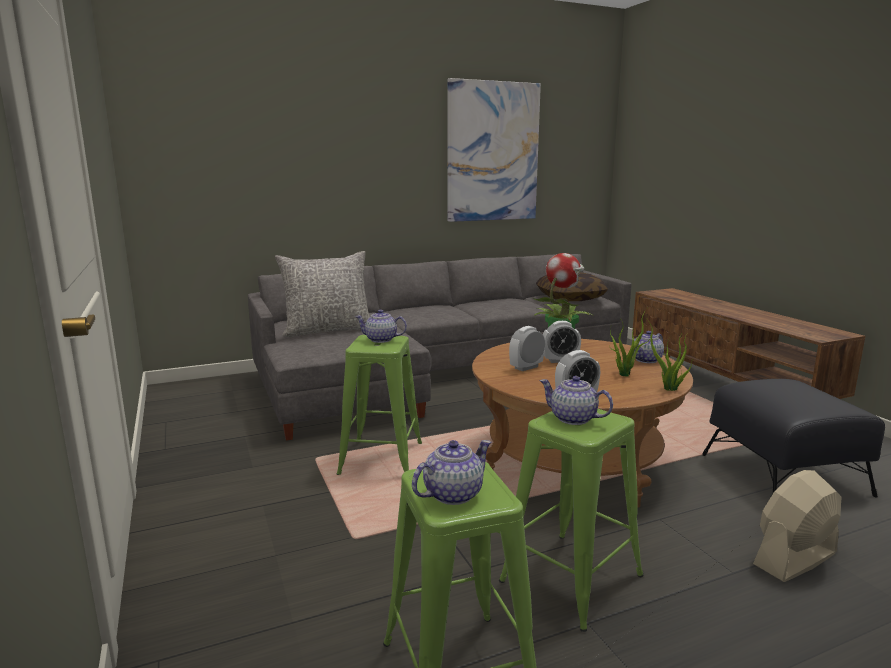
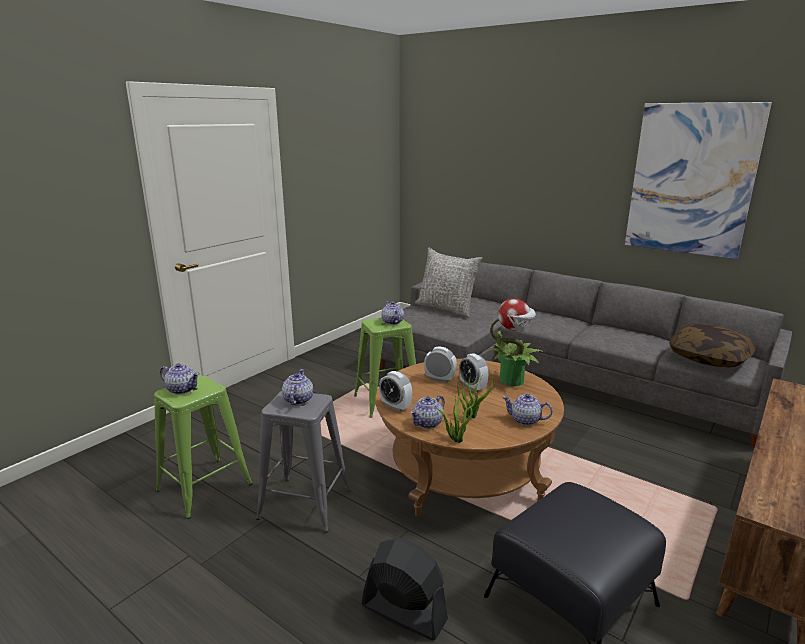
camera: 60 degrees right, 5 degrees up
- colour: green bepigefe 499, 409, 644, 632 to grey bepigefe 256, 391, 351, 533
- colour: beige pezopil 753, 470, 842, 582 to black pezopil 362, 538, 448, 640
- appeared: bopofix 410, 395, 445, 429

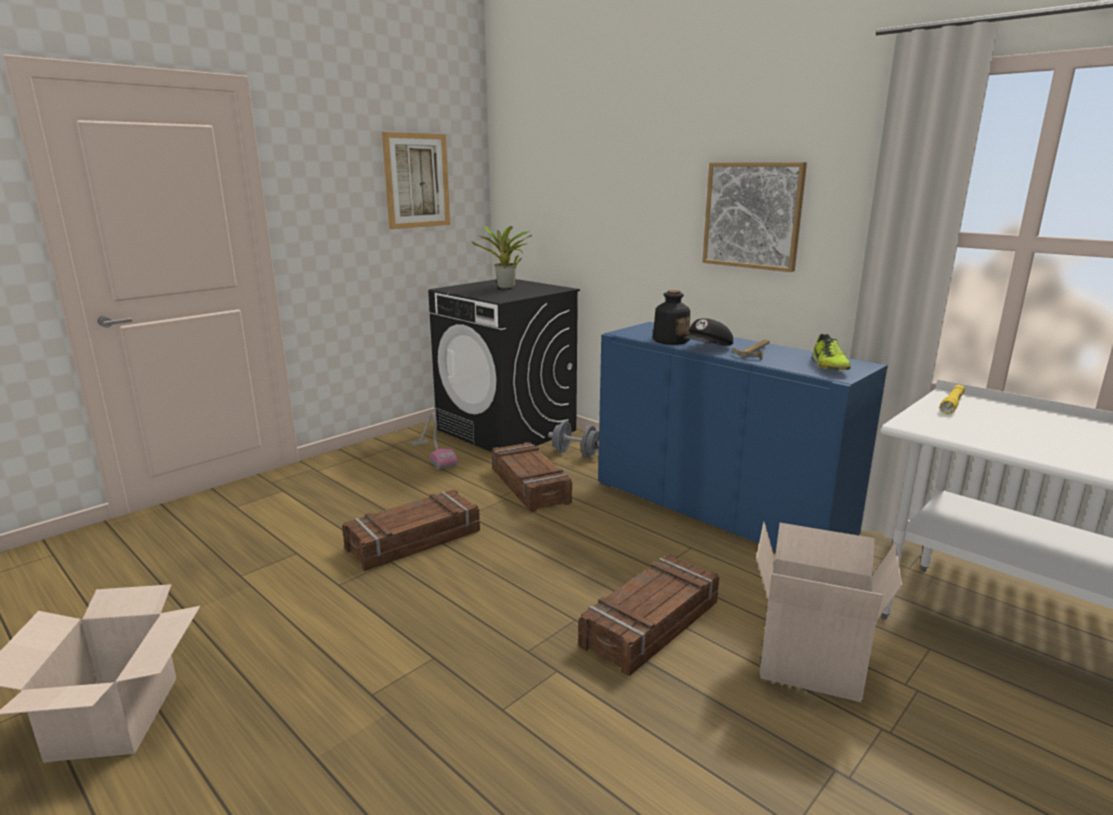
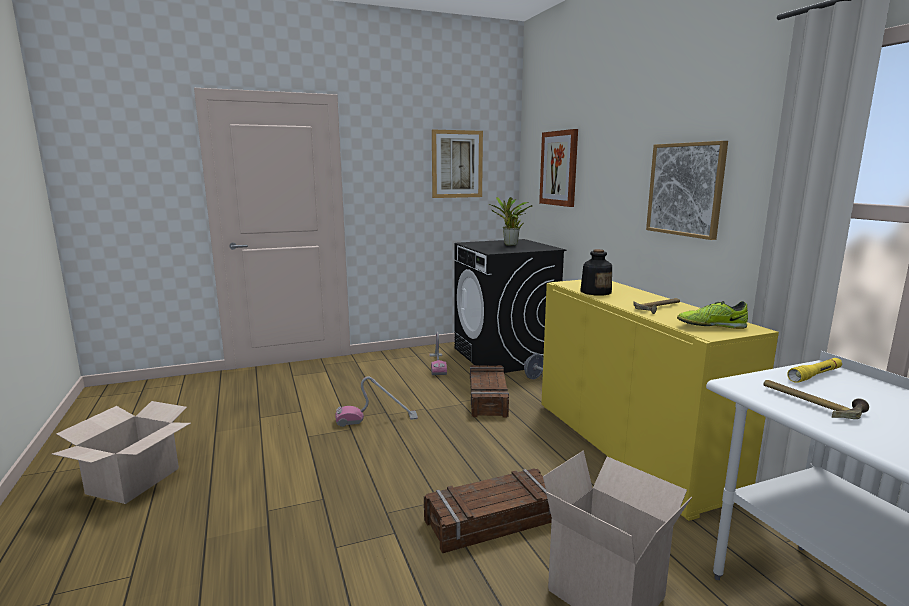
camera: 25 degrees right, 5 degrees down
- exchanged: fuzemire 342, 490, 480, 571 to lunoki 335, 376, 418, 427
- appeared: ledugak 539, 129, 578, 207
- colour: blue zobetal 598, 322, 888, 550 to yellow zobetal 541, 280, 779, 521
- spun: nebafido 812, 334, 851, 370 = 677, 301, 748, 329 60 degrees clockwise
- appeared: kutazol 764, 380, 869, 419
- missing: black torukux 684, 318, 733, 346

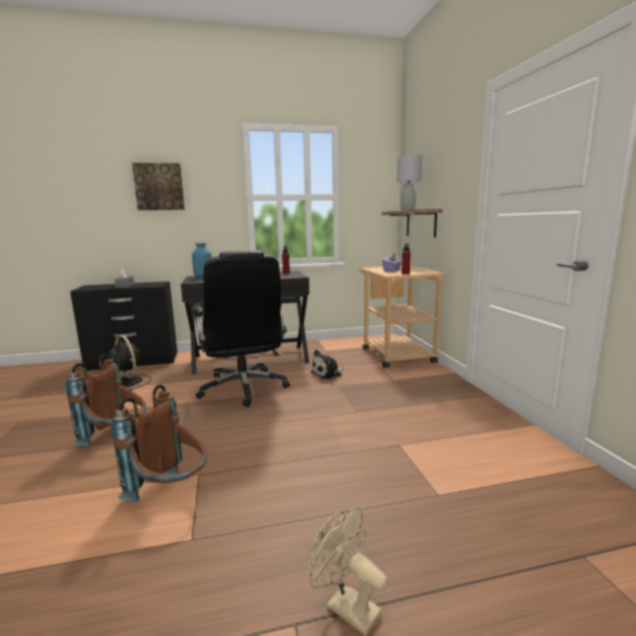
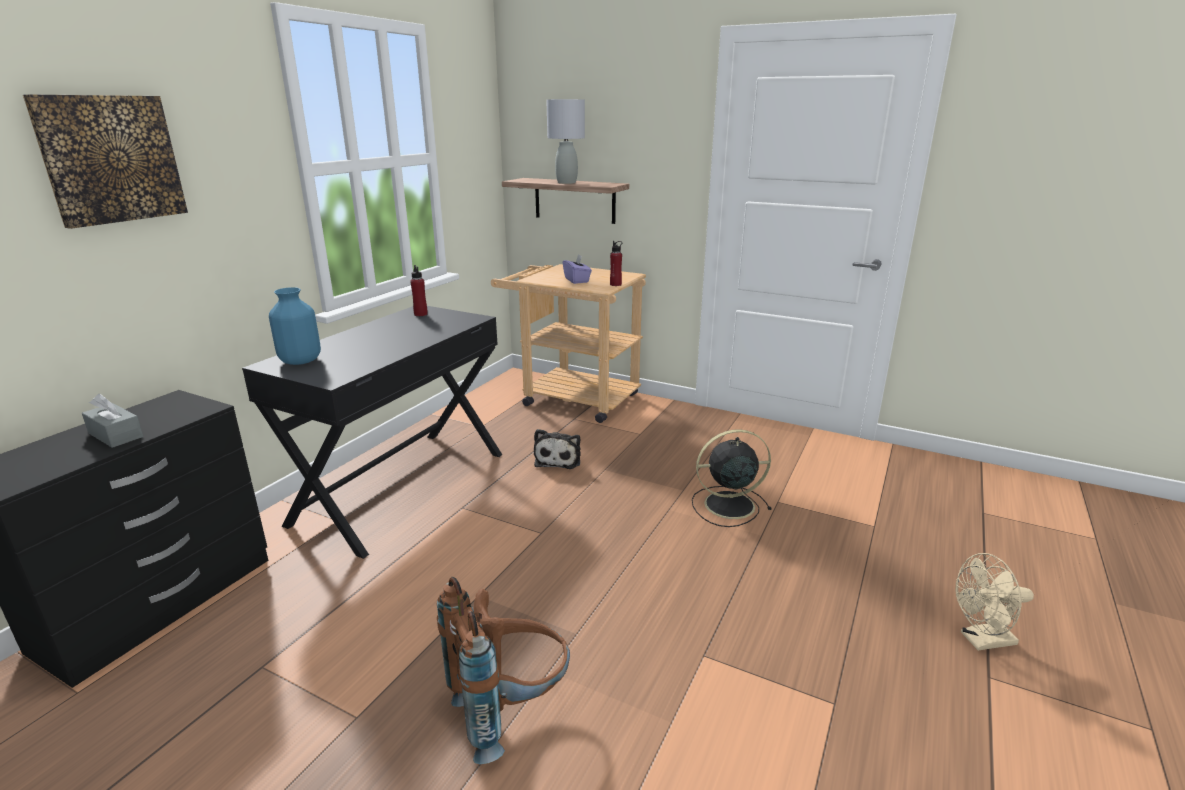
camera: 50 degrees left, 10 degrees up
- relocated: black pezopil 109, 335, 151, 390 to 692, 429, 772, 527
- missing: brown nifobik 111, 385, 207, 502
- missing: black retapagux 192, 250, 290, 407

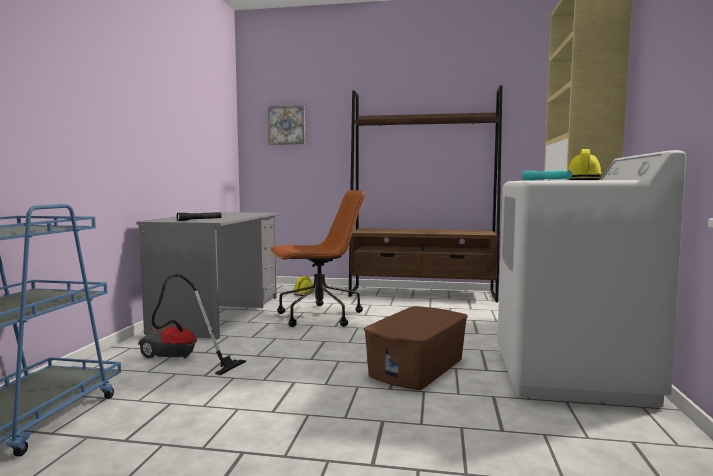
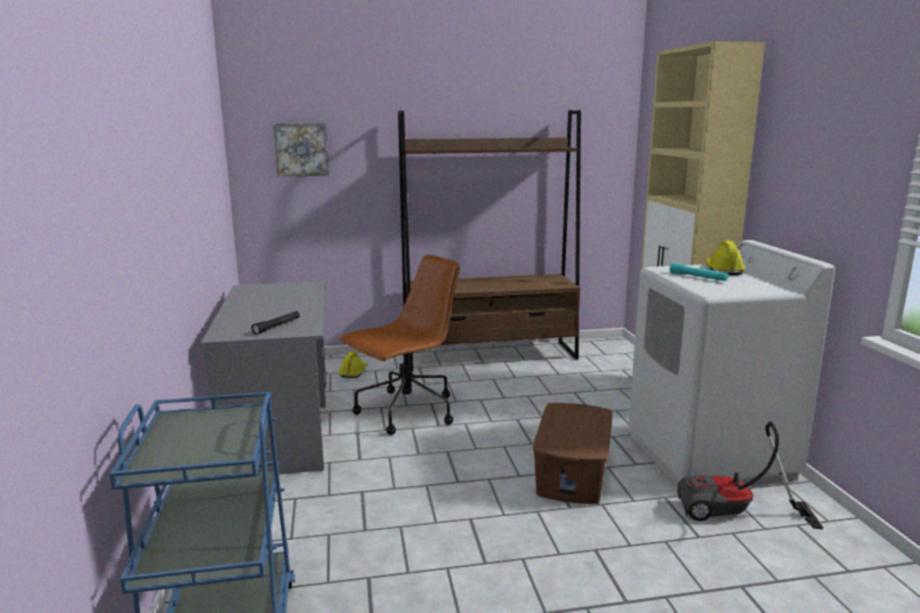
camera: 20 degrees left, 10 degrees up
- relocated: lunoki 138, 274, 246, 375 to 678, 421, 823, 529

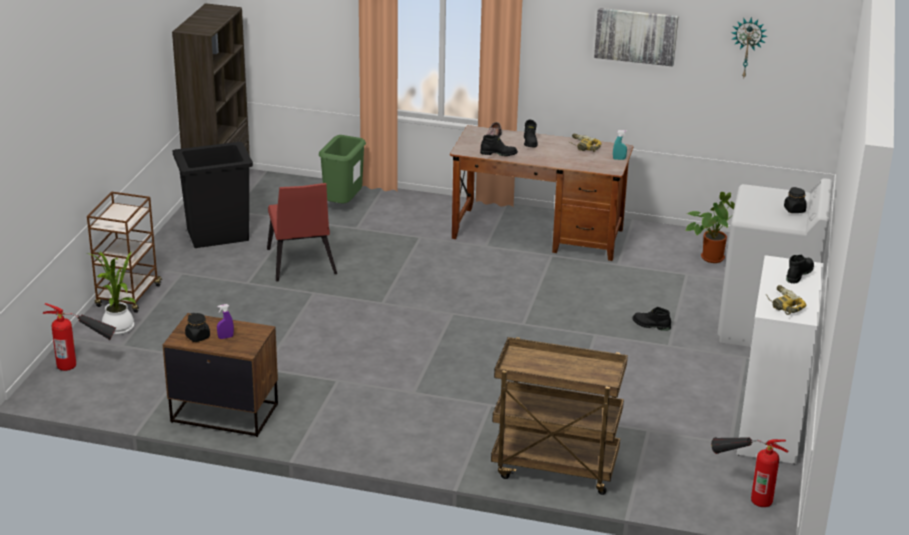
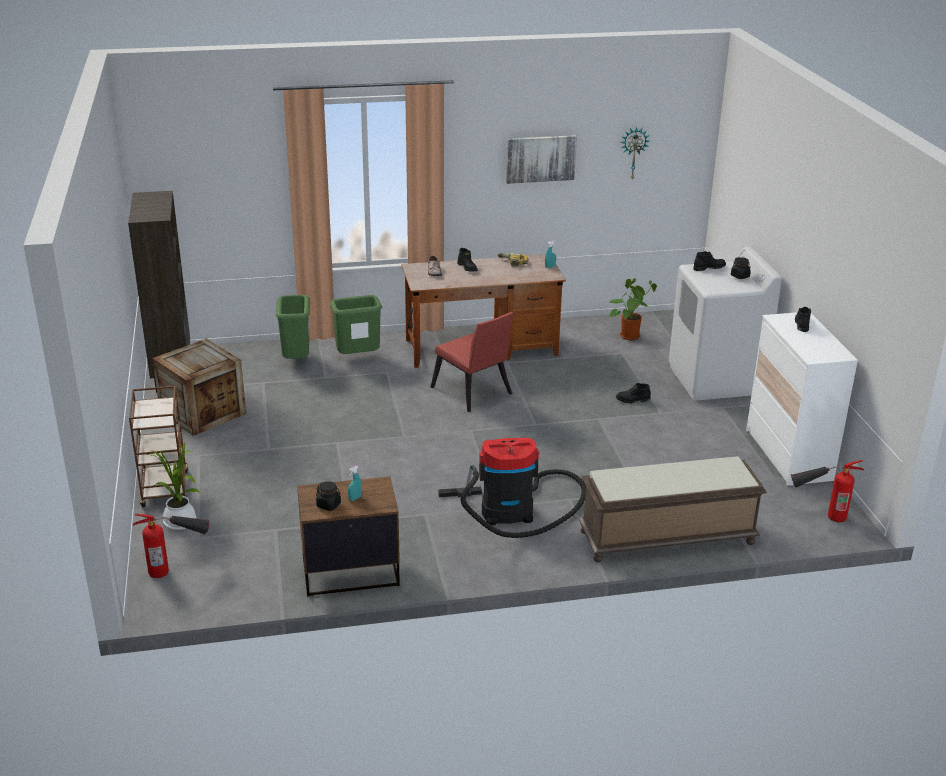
camera: 25 degrees left, 0 degrees up
- exchanged: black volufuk 173, 142, 253, 248 to fuzemire 152, 339, 246, 436
- appeared: green volufuk 330, 295, 382, 354
- colour: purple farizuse 217, 304, 234, 339 to turquoise farizuse 348, 466, 362, 501
- relocated: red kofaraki 267, 183, 337, 282 to 431, 312, 513, 412
- appeared: lunoki 438, 438, 586, 538
- exchanged: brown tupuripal 491, 337, 628, 495 to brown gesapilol 579, 457, 767, 562
- relocated: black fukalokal 480, 135, 518, 156 to 693, 251, 726, 271
- missing: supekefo 766, 285, 807, 315

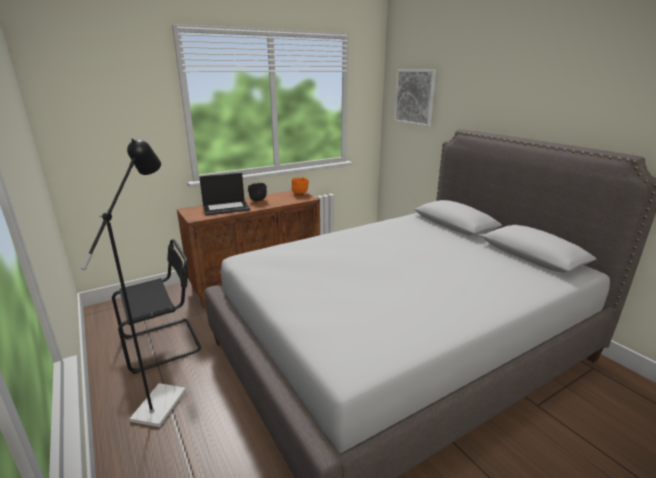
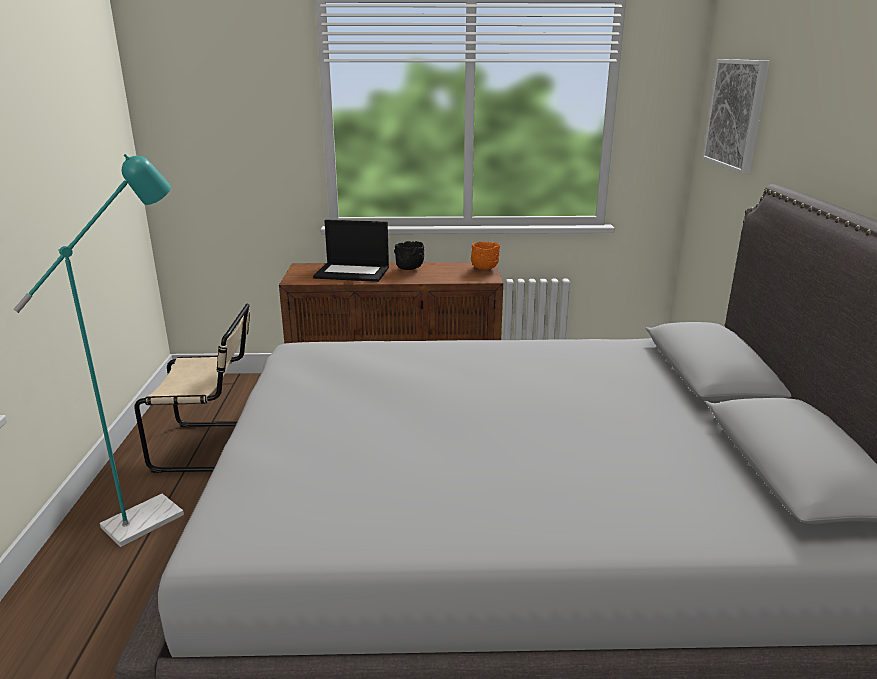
camera: 30 degrees right, 0 degrees up
- colour: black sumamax 81, 138, 186, 427 to turquoise sumamax 13, 154, 184, 547
- colour: black kofaraki 112, 239, 201, 374 to beige kofaraki 134, 304, 250, 473

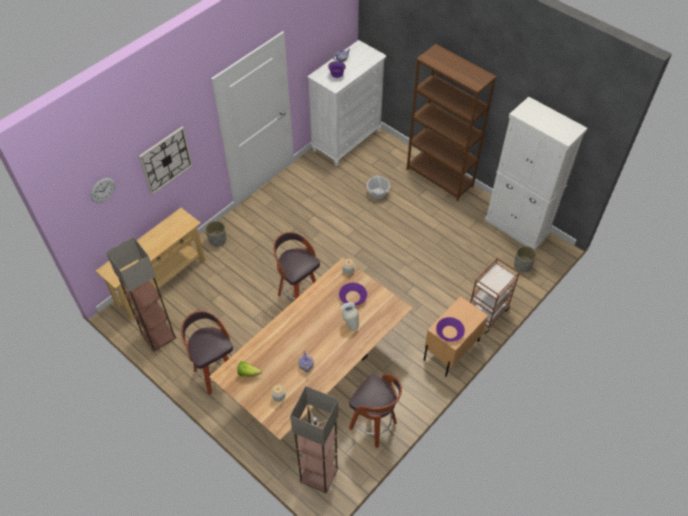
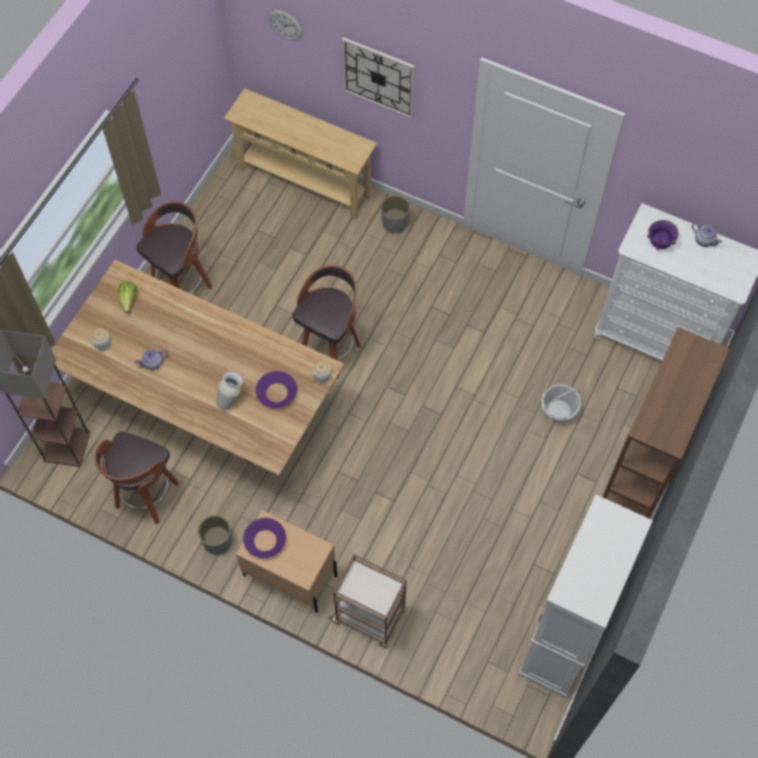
camera: 75 degrees right, 10 degrees up
- relocated: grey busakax 514, 246, 537, 272 to 198, 515, 232, 555
- missing: sumamax 106, 237, 177, 352

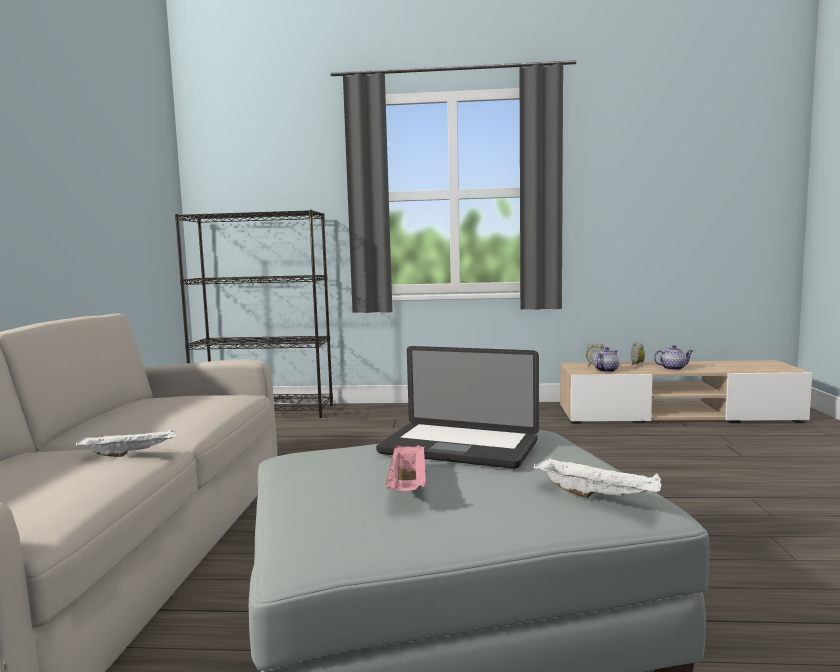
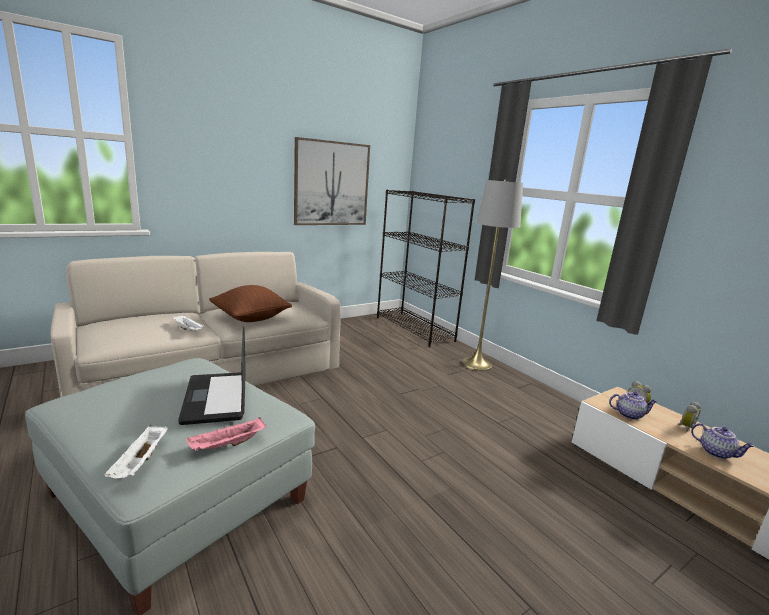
camera: 50 degrees right, 10 degrees up
- relocated: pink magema 385, 444, 426, 491 to 186, 417, 266, 451
- appeared: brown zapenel 209, 285, 292, 322
- appeared: ledugak 294, 137, 370, 225
- appeared: grey sumamax 462, 180, 523, 371

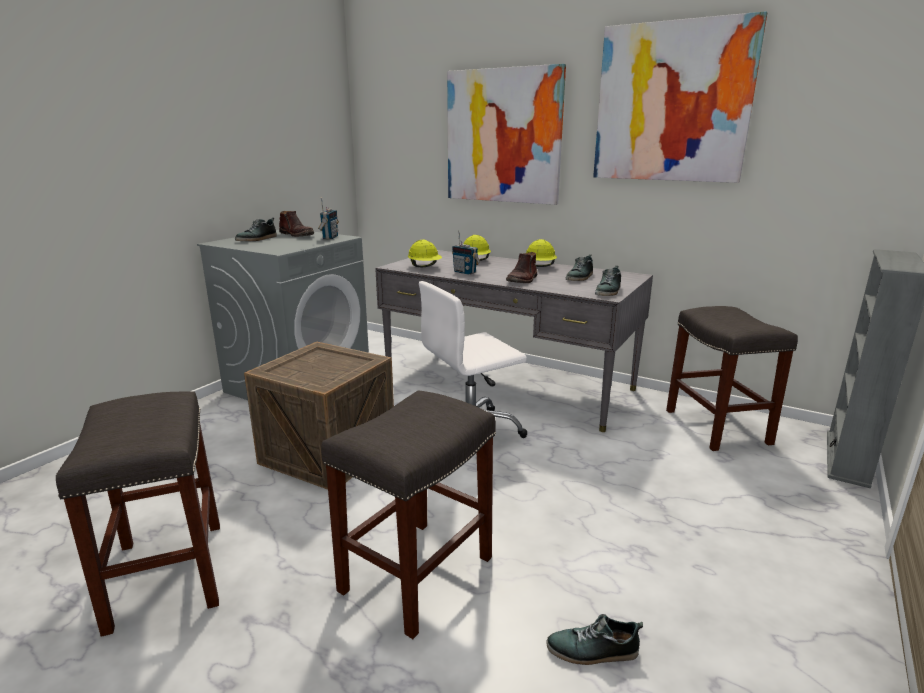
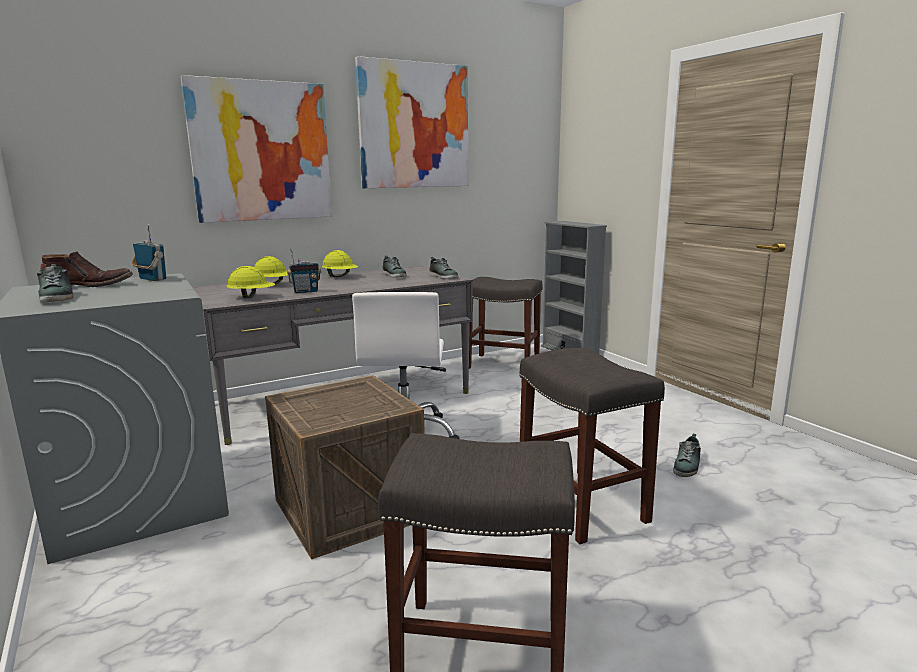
camera: 60 degrees left, 5 degrees down
- missing: brown fukalokal 506, 252, 537, 283

